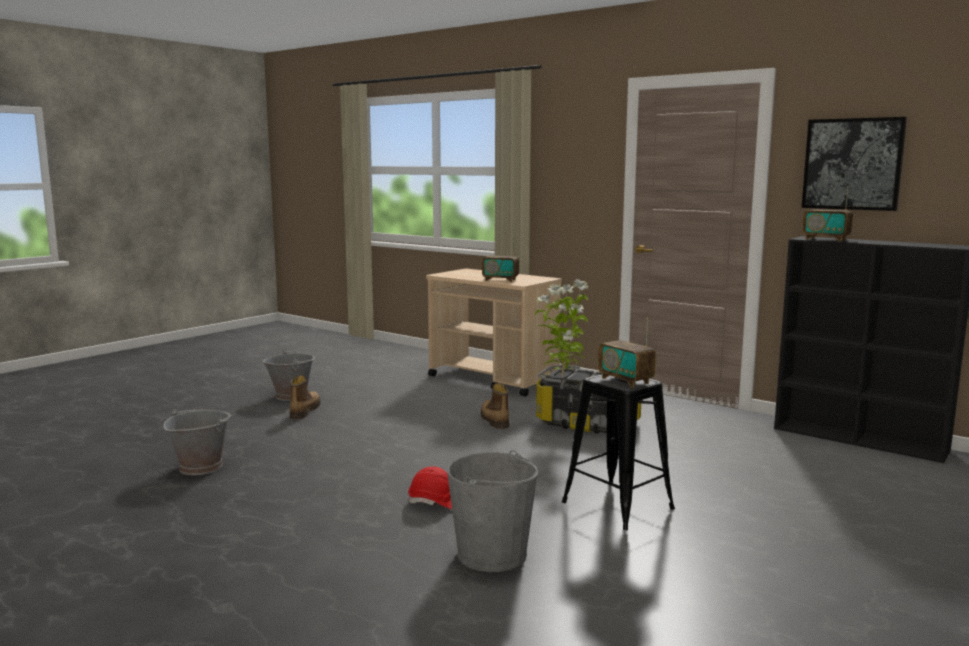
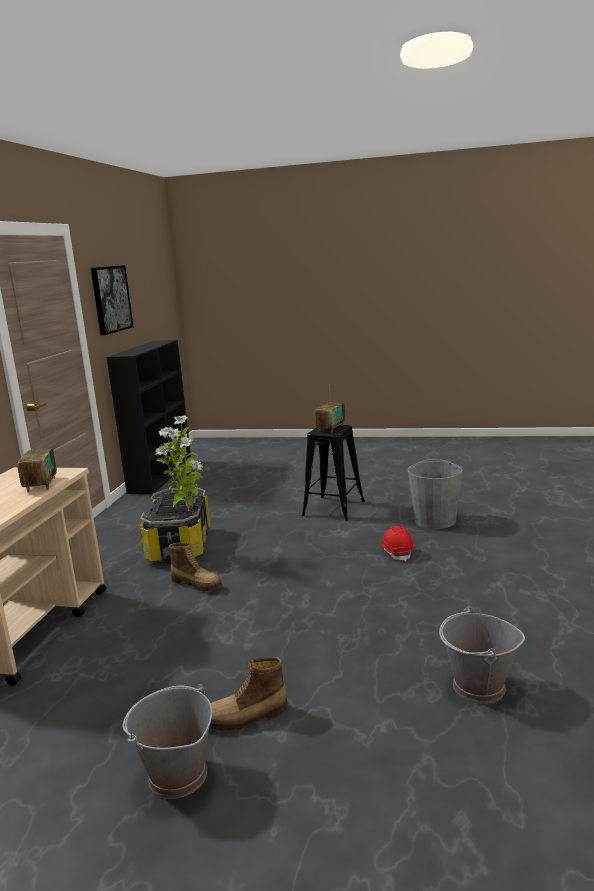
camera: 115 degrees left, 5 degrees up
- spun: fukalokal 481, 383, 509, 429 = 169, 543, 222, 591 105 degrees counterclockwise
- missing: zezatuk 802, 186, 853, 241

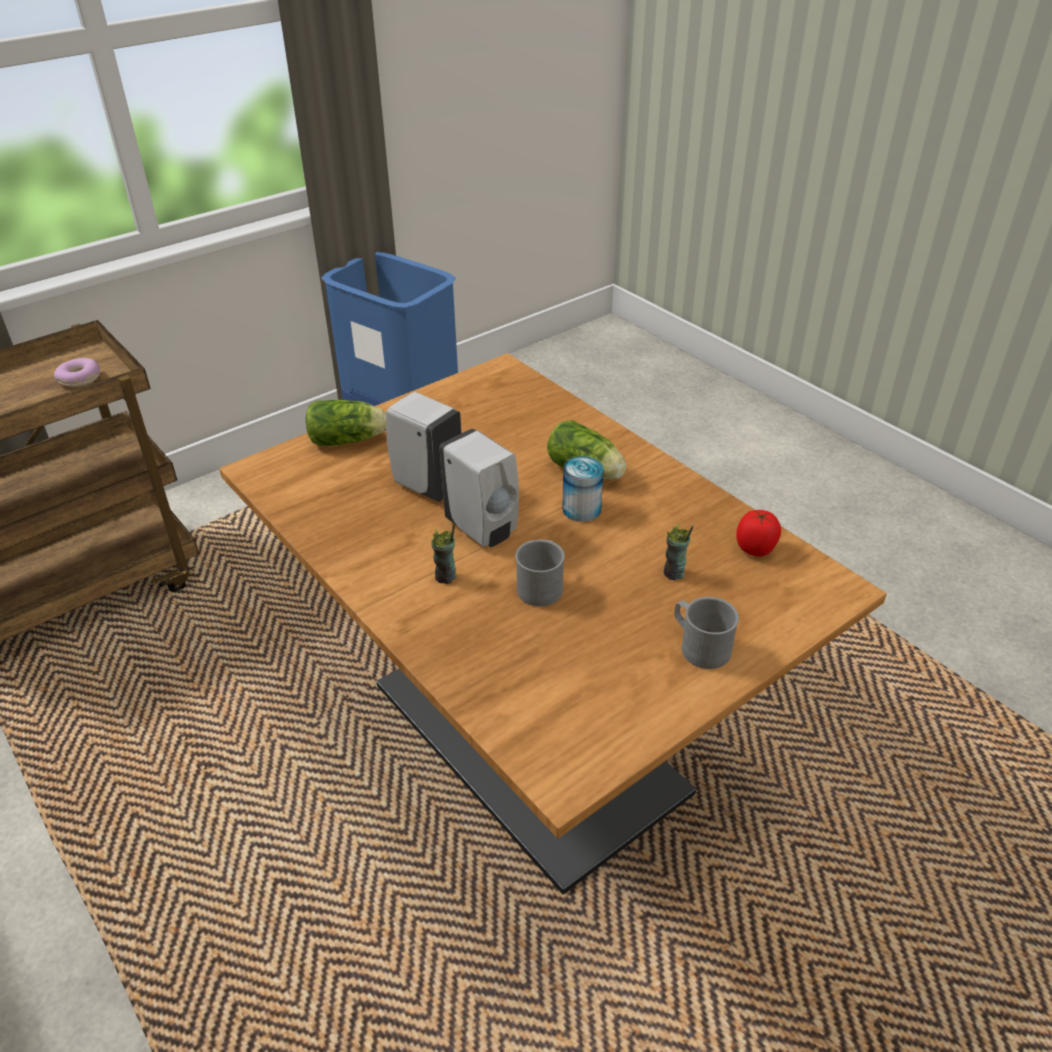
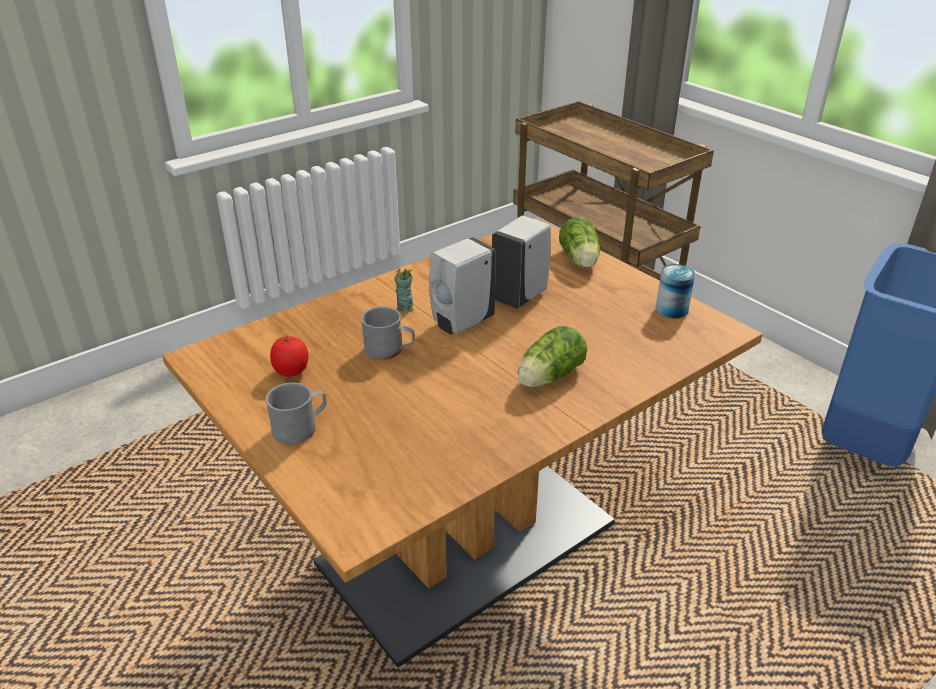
camera: 90 degrees right, 5 degrees down
- relocated: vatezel 736, 510, 781, 557 to 270, 336, 308, 377
- relocated: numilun 562, 456, 604, 522 to 656, 264, 695, 319
- missing: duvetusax 54, 358, 100, 387
- missing: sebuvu 664, 524, 693, 580

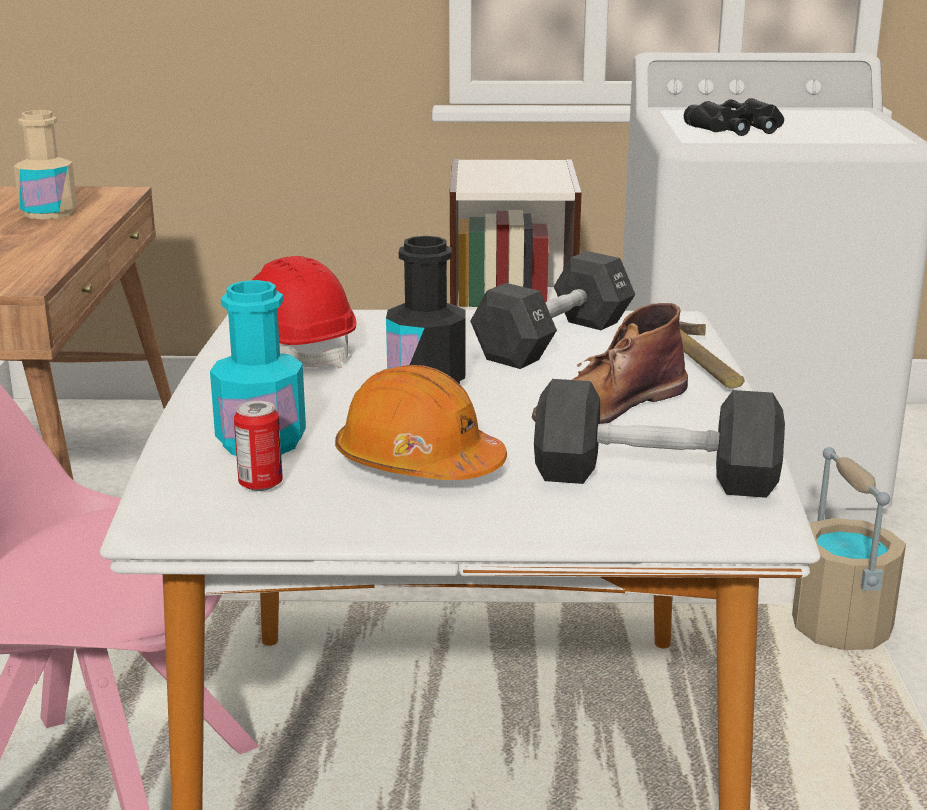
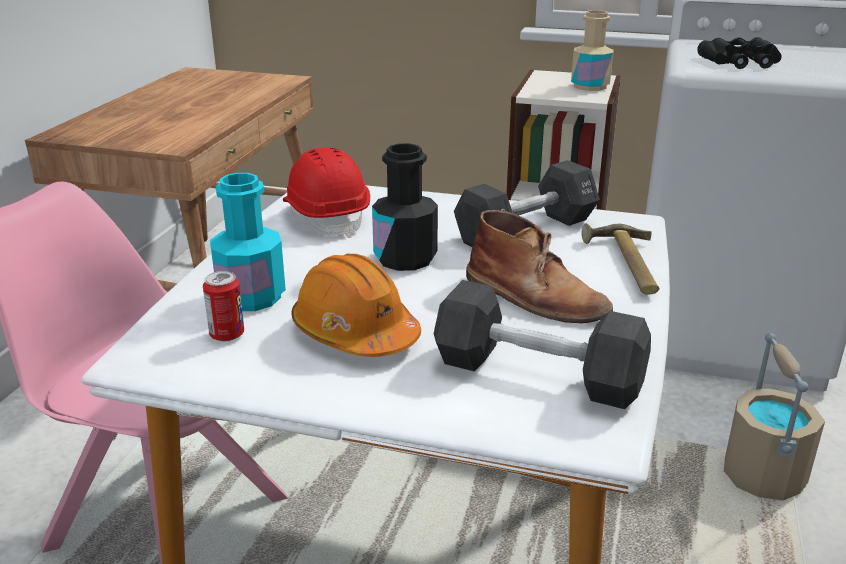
camera: 15 degrees right, 5 degrees up
- spun: brown fukalokal 532, 303, 688, 424 = 466, 210, 613, 324 120 degrees counterclockwise
- relocated: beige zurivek 14, 110, 77, 219 to 571, 10, 614, 91

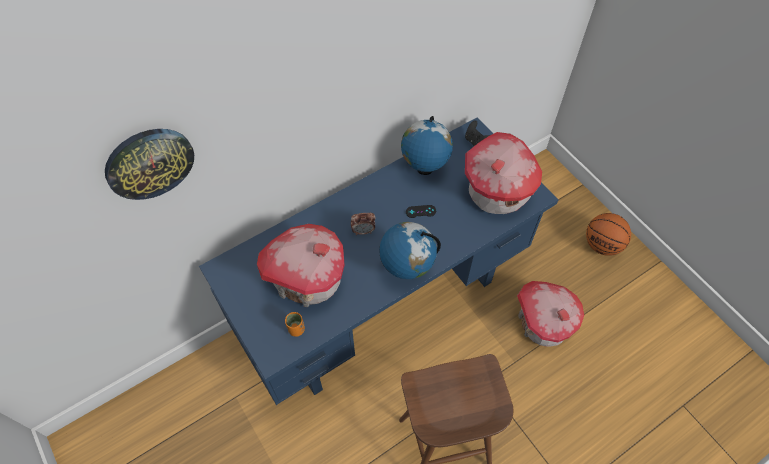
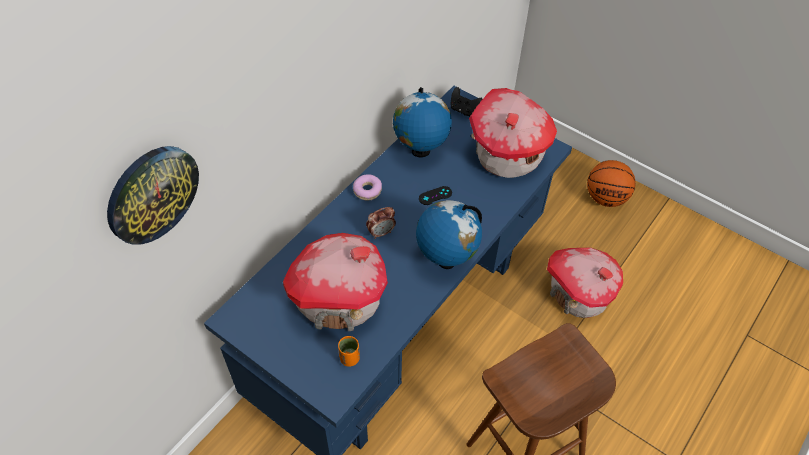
camera: 20 degrees left, 5 degrees down
- appeared: duvetusax 353, 174, 382, 200

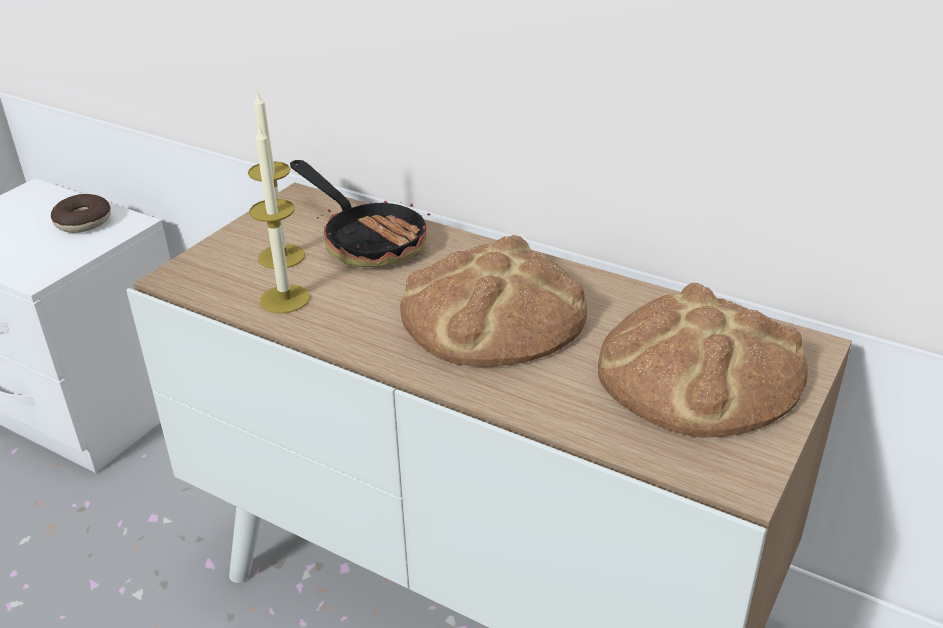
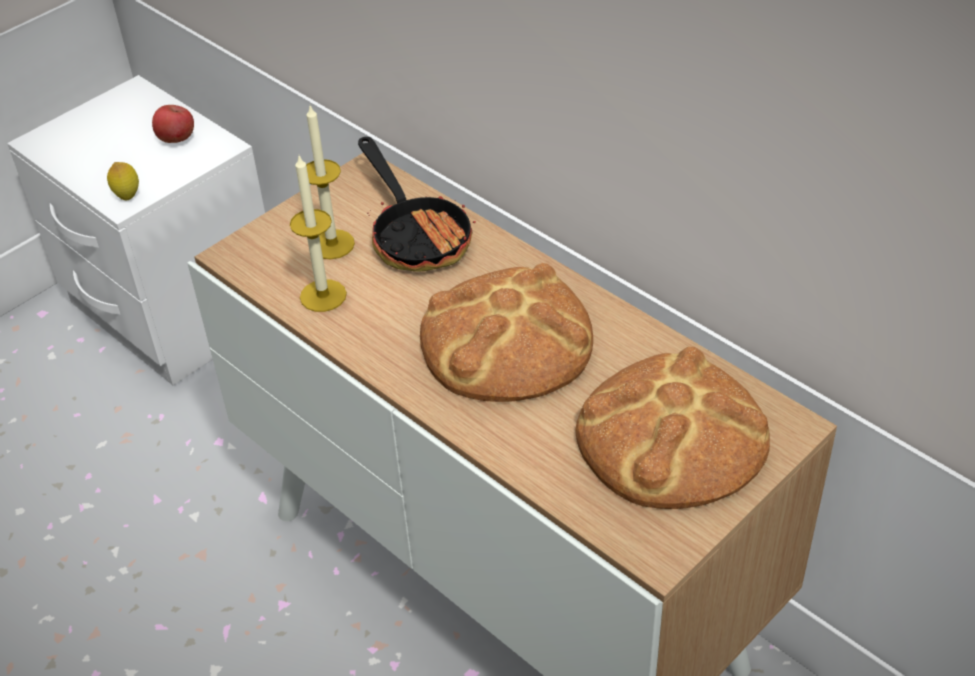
camera: 15 degrees right, 10 degrees up
- appeared: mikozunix 107, 162, 139, 200
- exchanged: duvetusax 51, 194, 111, 233 to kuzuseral 152, 105, 194, 143

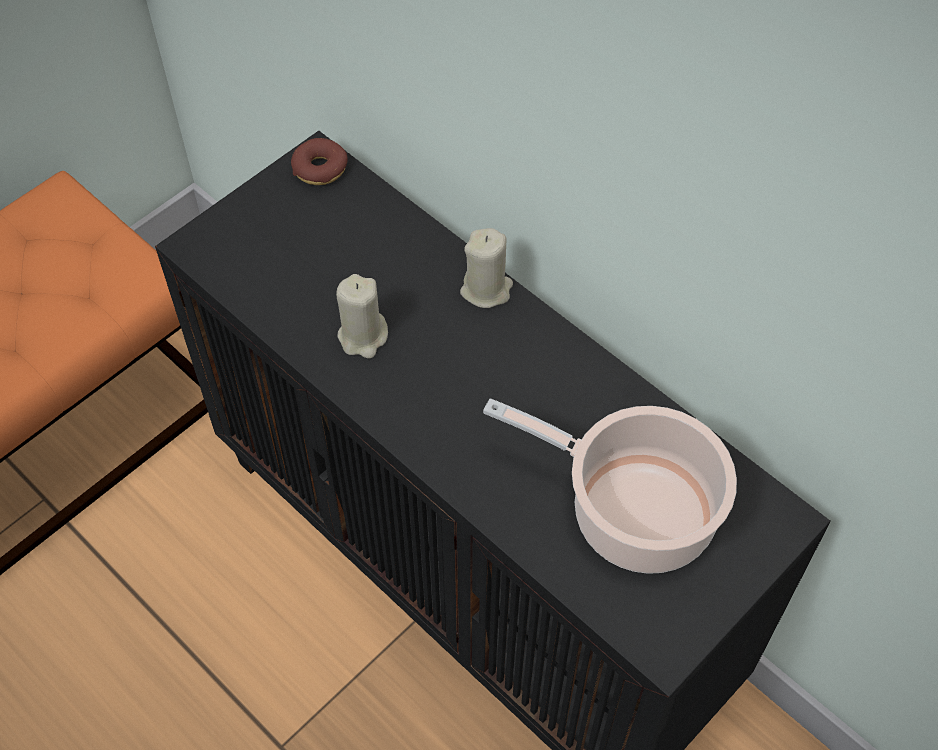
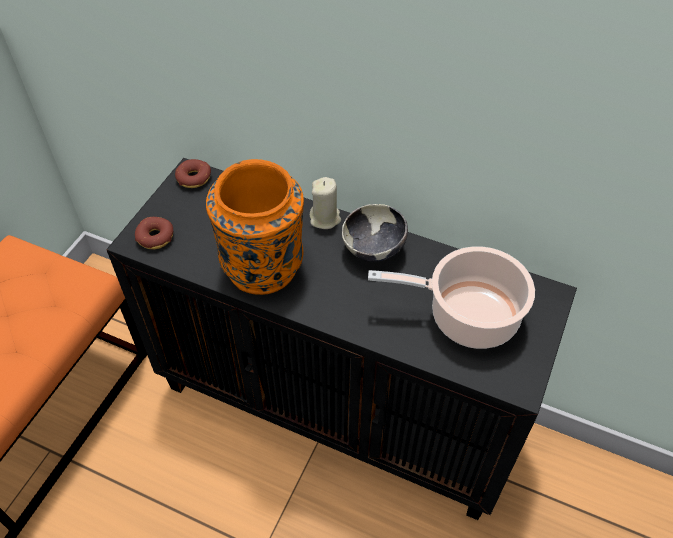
camera: 20 degrees left, 5 degrees down
- appeared: duvetusax 135, 217, 173, 249
- exchanged: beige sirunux 336, 274, 388, 358 to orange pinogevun 206, 159, 304, 295
- appeared: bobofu 342, 204, 408, 262

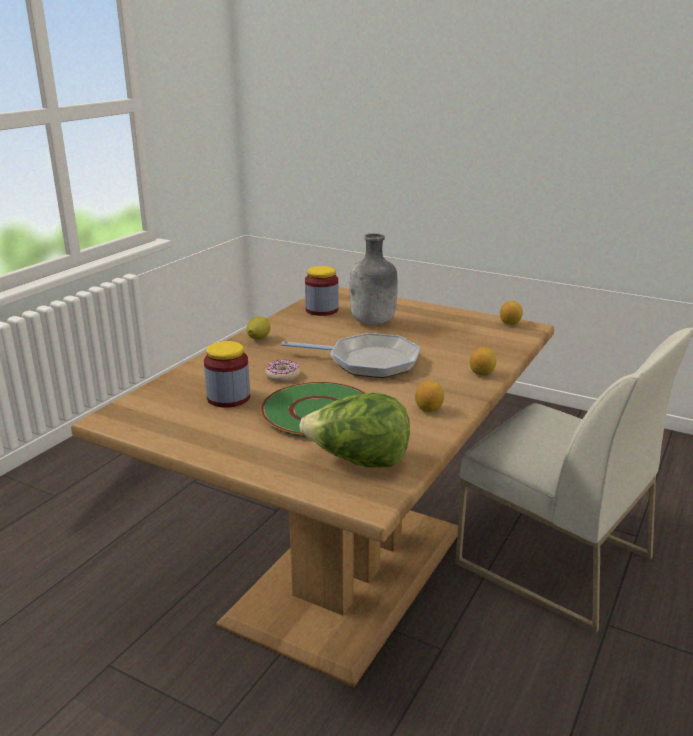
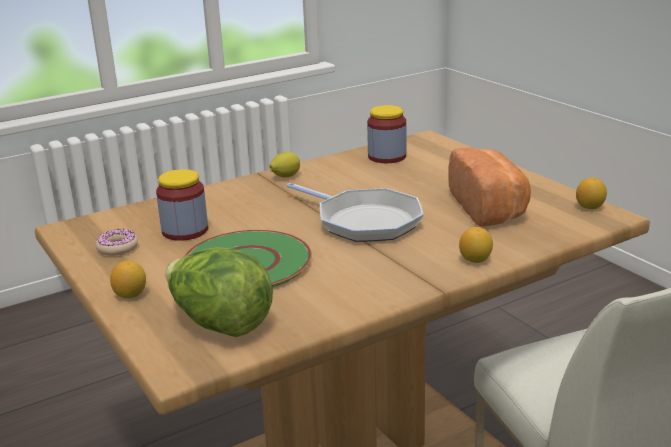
camera: 30 degrees right, 0 degrees up
- relocated: duvetusax 265, 360, 300, 382 to 96, 229, 138, 256
- relocated: mikozunix 415, 381, 444, 412 to 110, 261, 146, 298
- appeared: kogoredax 449, 148, 531, 227
- missing: grey zurivek 350, 233, 398, 325

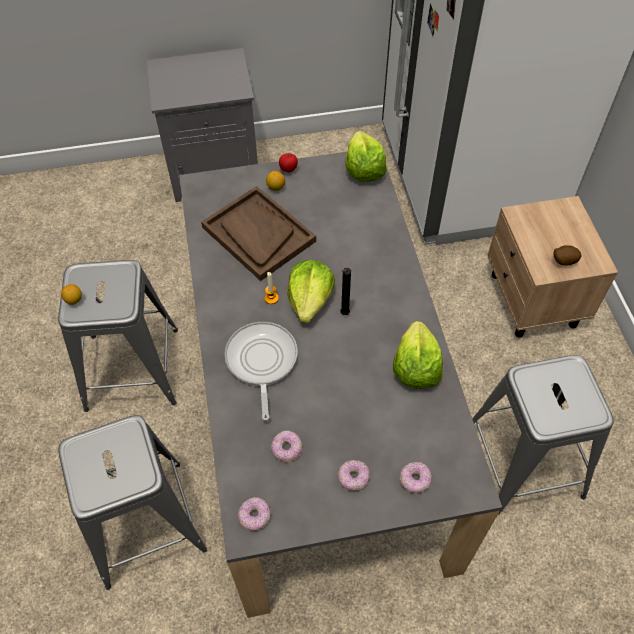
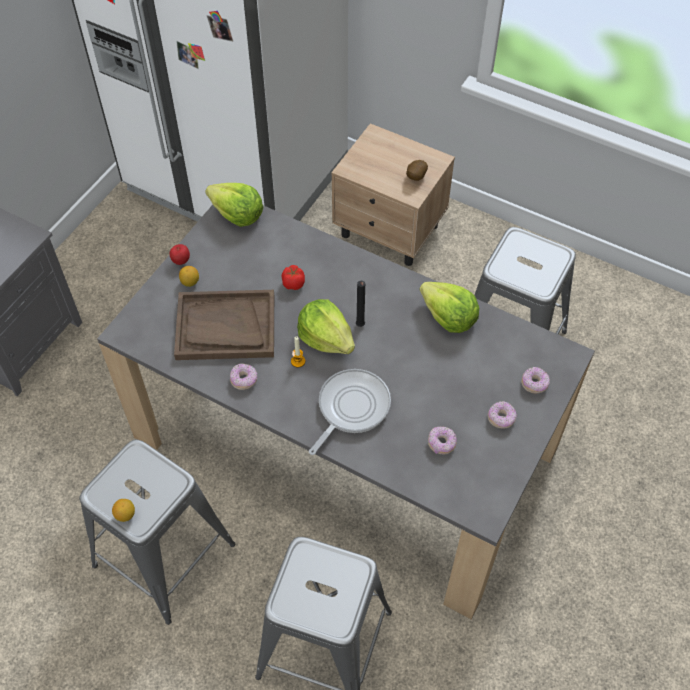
camera: 50 degrees left, 0 degrees up
- relocated: duvetusax 238, 497, 270, 531 to 230, 363, 257, 390
- appeared: vatezel 282, 265, 305, 290
- spun: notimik 225, 322, 298, 421 = 309, 369, 391, 455 90 degrees clockwise

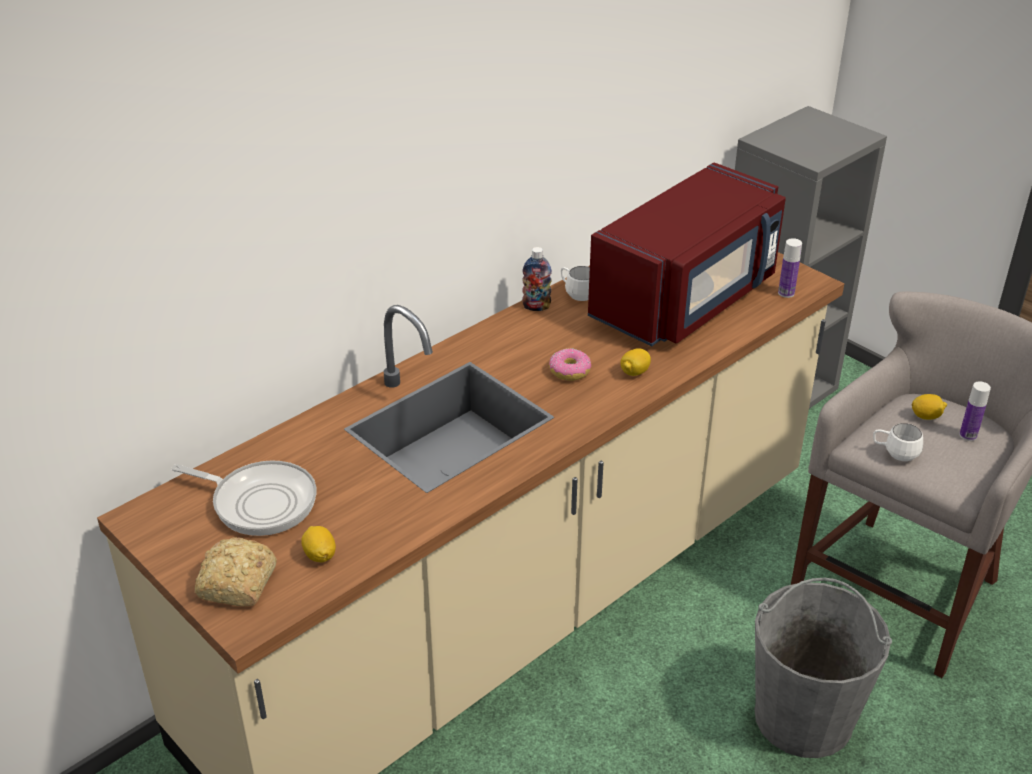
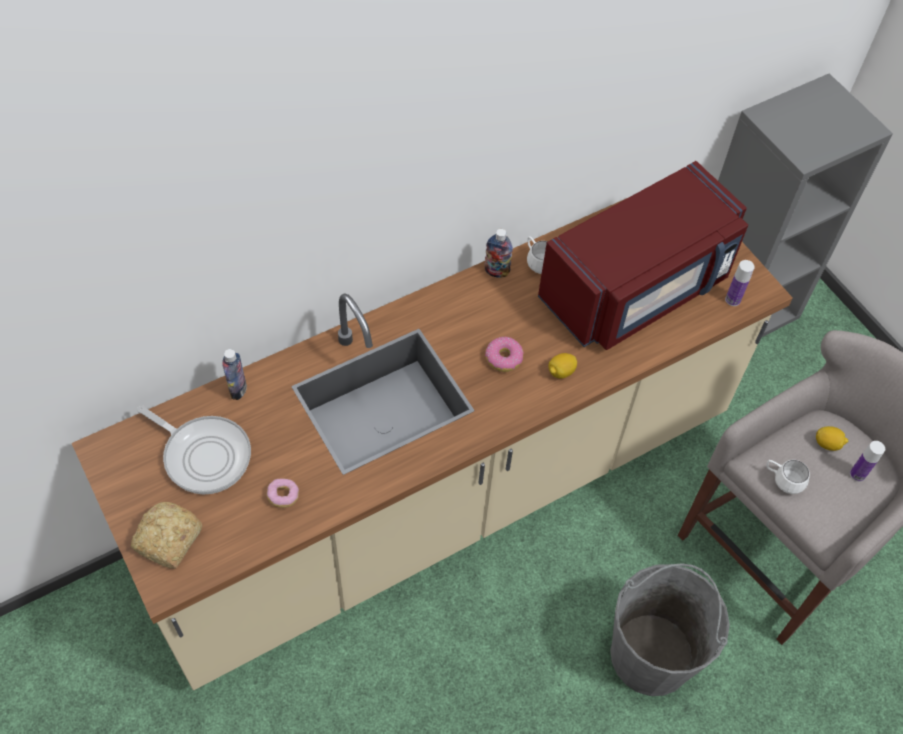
camera: 10 degrees right, 20 degrees up
- appeared: zurivek 222, 349, 247, 400
- appeared: duvetusax 267, 479, 299, 508
- missing: mikozunix 301, 526, 336, 562

